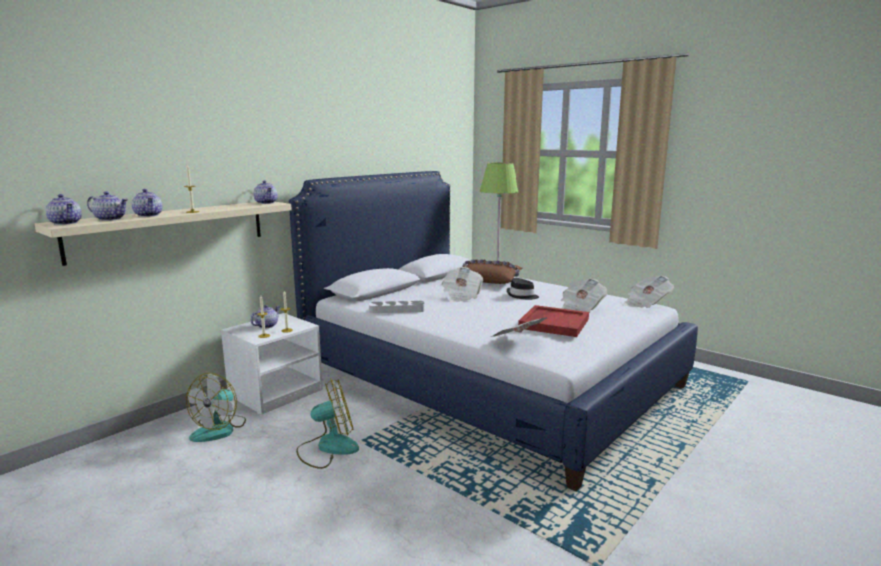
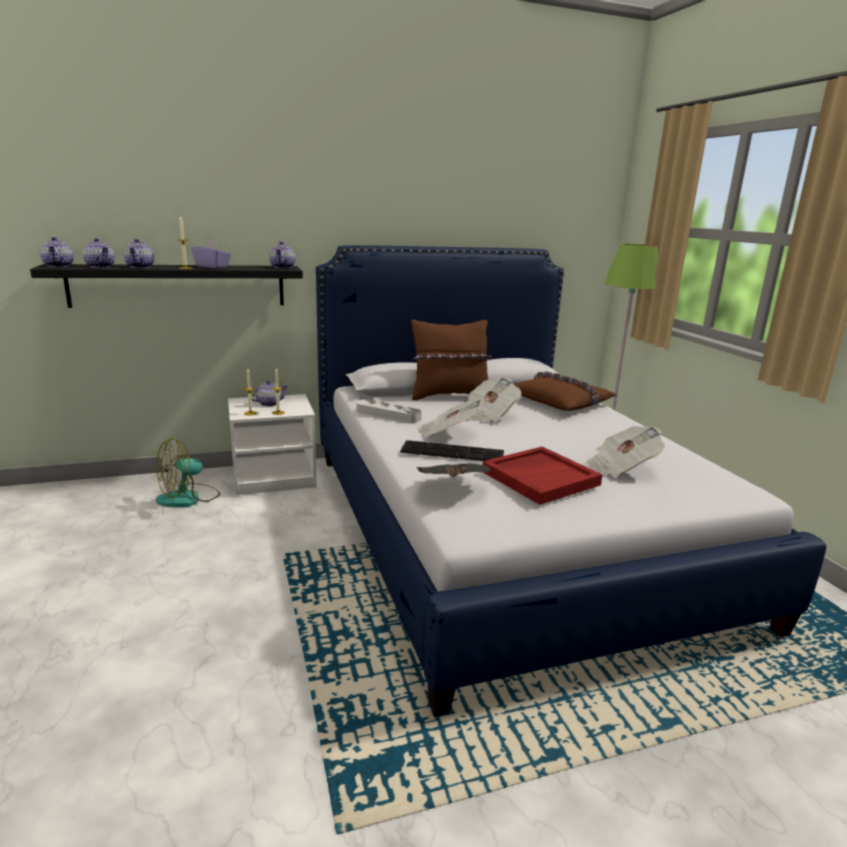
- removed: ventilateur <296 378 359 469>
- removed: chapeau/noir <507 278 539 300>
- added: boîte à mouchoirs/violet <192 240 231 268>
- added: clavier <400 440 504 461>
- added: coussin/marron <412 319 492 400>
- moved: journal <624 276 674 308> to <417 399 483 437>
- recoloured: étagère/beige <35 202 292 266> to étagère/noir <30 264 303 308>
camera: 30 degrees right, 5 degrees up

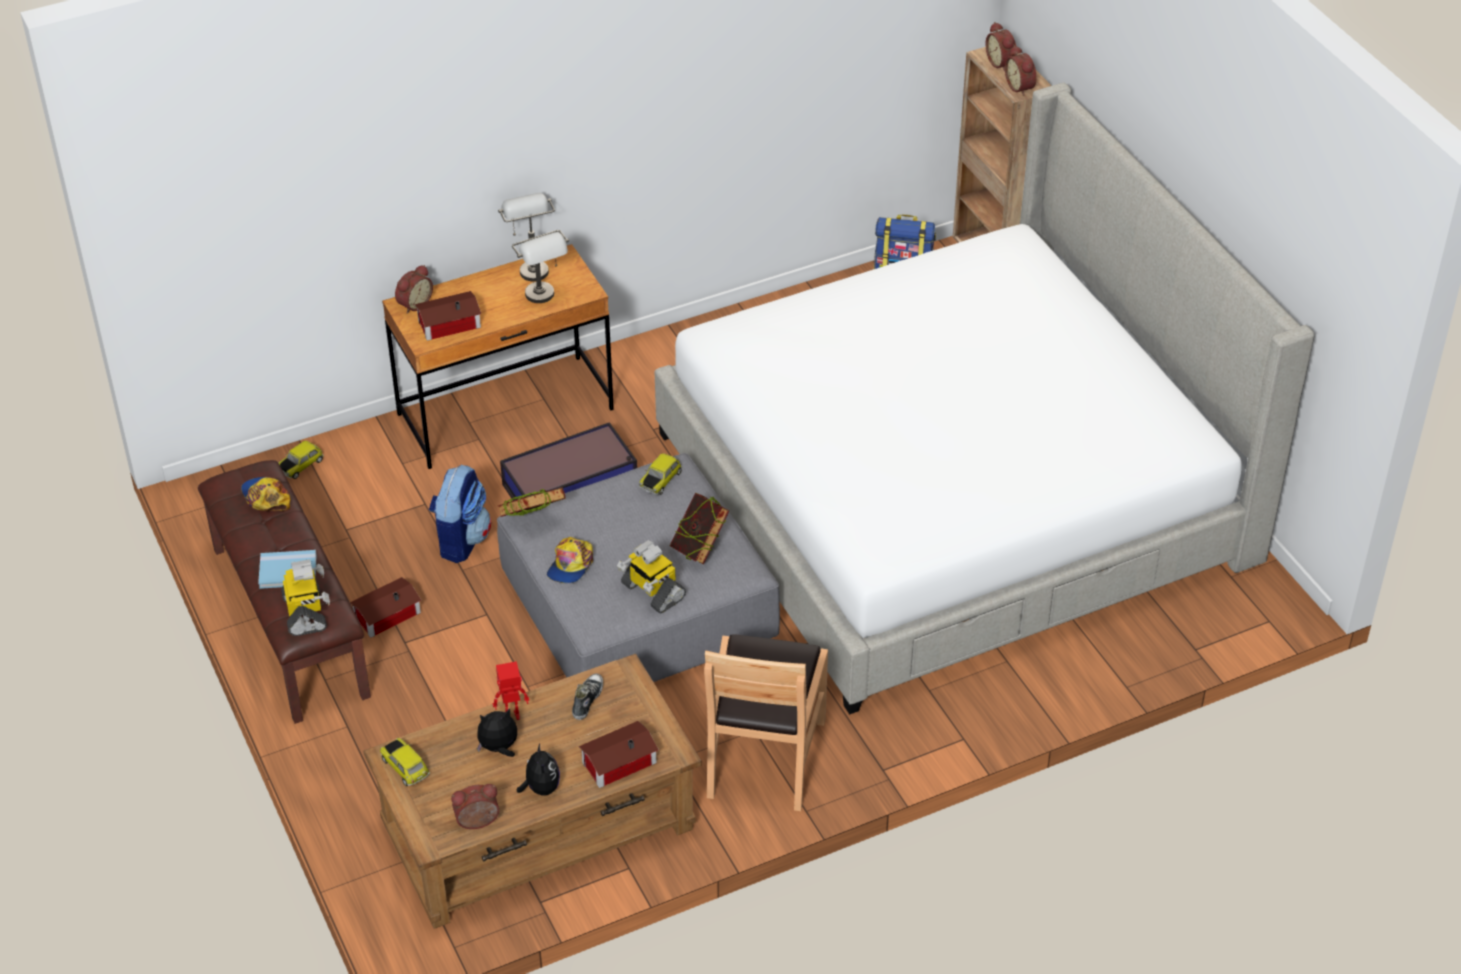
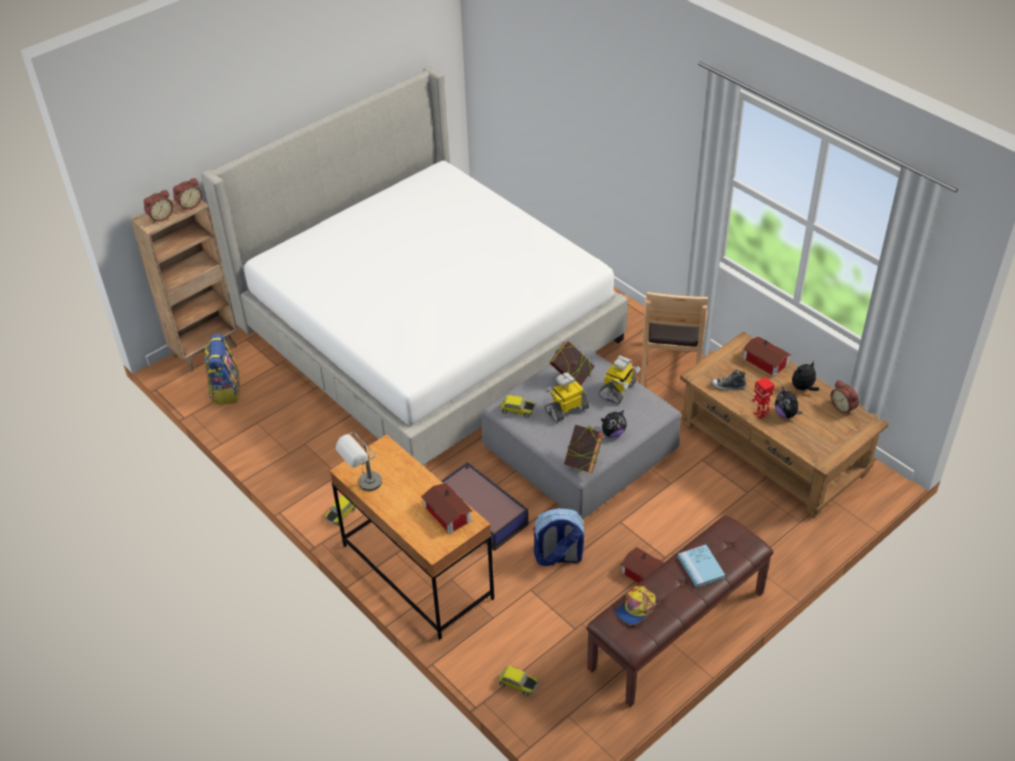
- removed: réveil <395 265 433 314>
- removed: lampe de table/gris <512 230 569 303>
- moved: robot jouet <281 559 330 636> to <544 372 589 422>
- moved: petite voiture <380 738 430 786> to <325 496 356 526>
- replaced: casquette <547 537 593 583> to peluche <601 410 627 438>
- turned: chaise/marron <704 634 828 811> = <641 292 708 387> 105 degrees clockwise
camera: 105 degrees left, 0 degrees up

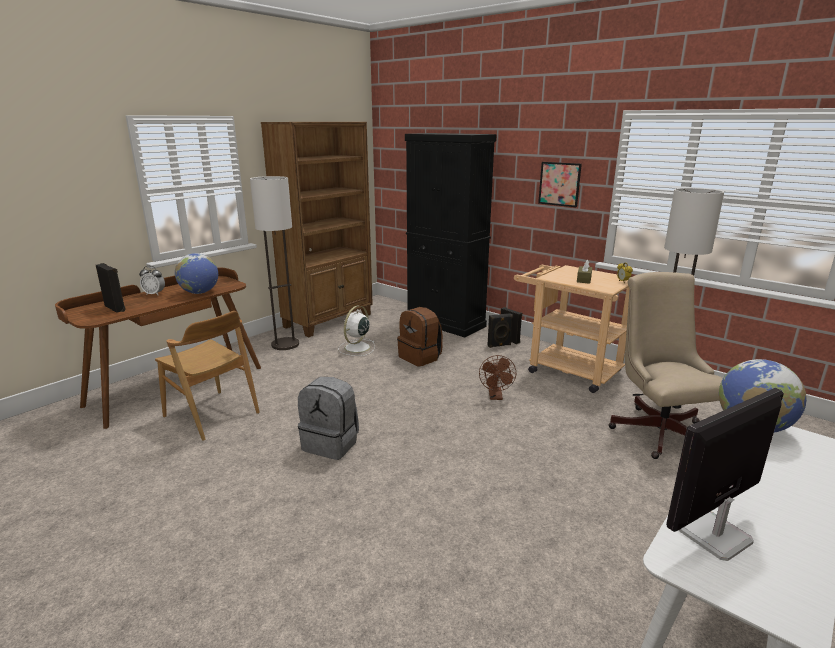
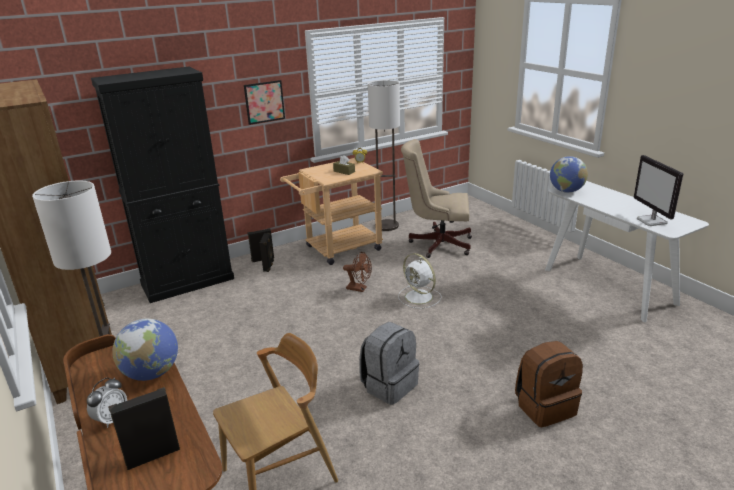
- moved: ventilateur/blanc <338 306 375 356> to <398 253 442 309>
- moved: sac à dos/marron <397 307 443 367> to <515 341 583 428>
camera: 70 degrees left, 5 degrees up

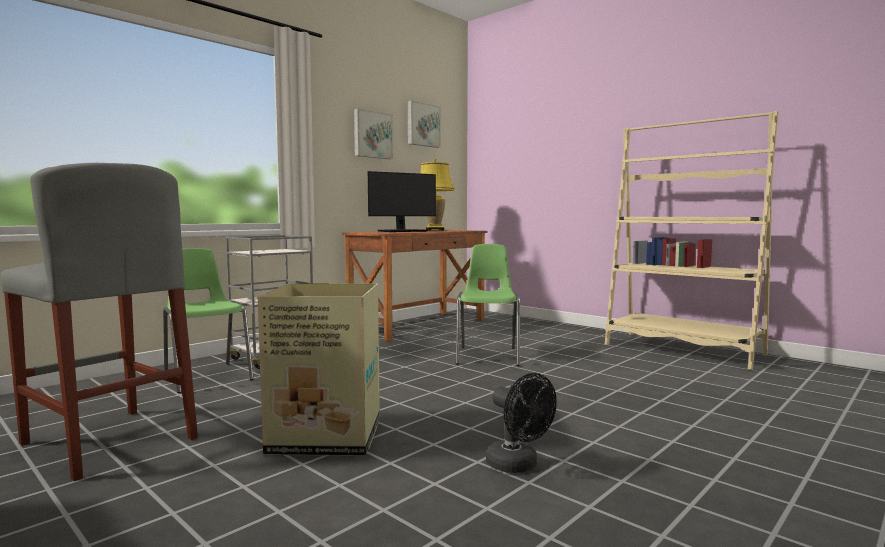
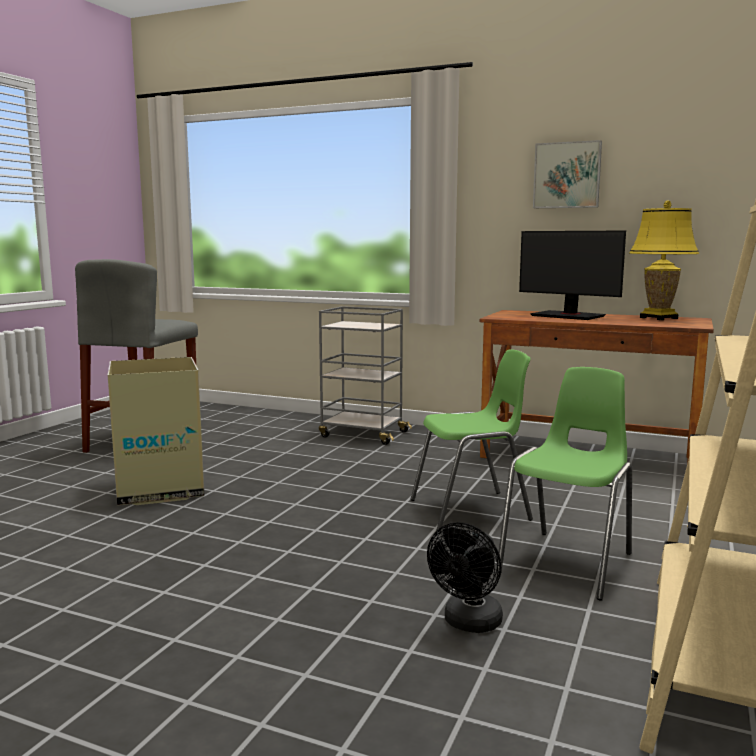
- removed: tableau <408 101 441 148>
- moved: chaise/vert <163 248 254 393> to <496 367 632 601>
- moved: ventilateur/noir <486 373 557 473> to <427 522 503 633>
camera: 70 degrees right, 5 degrees up

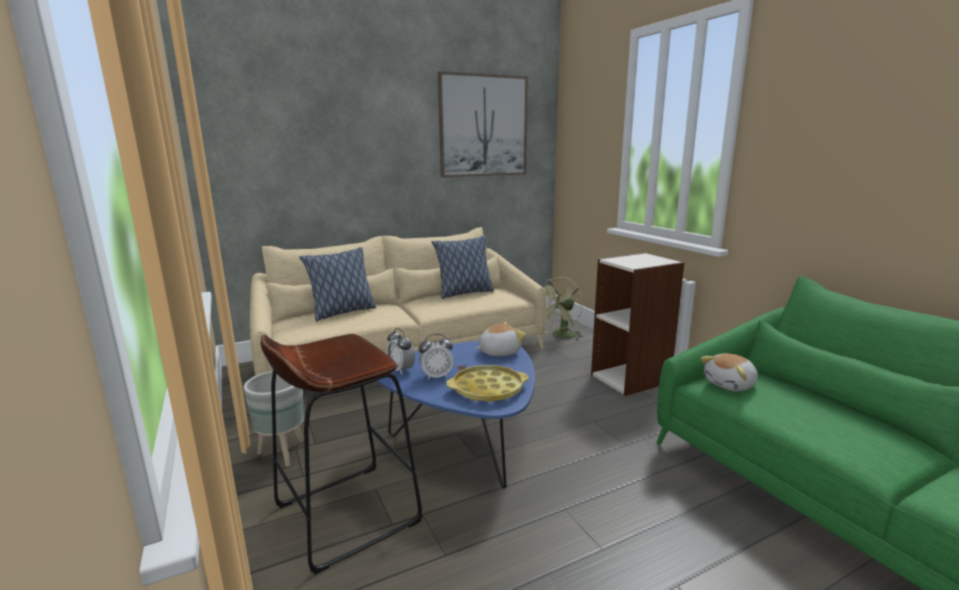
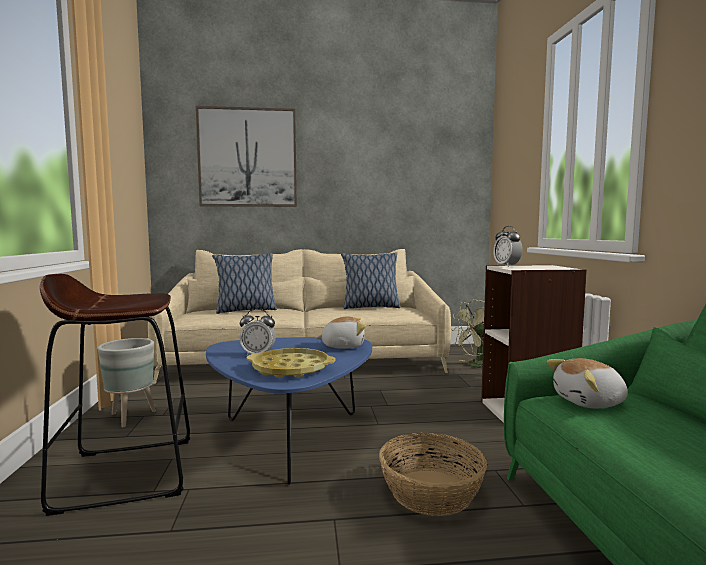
- added: panier <379 432 487 516>
- moved: réveil <387 328 415 375> to <493 226 522 267>
- moved: tableau <438 71 528 177> to <196 106 297 207>
camera: 20 degrees right, 10 degrees down

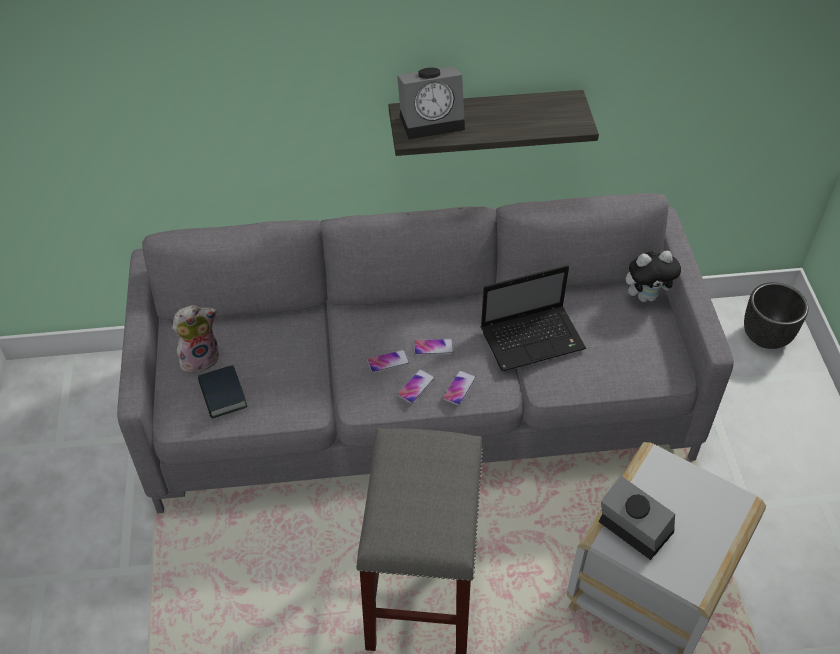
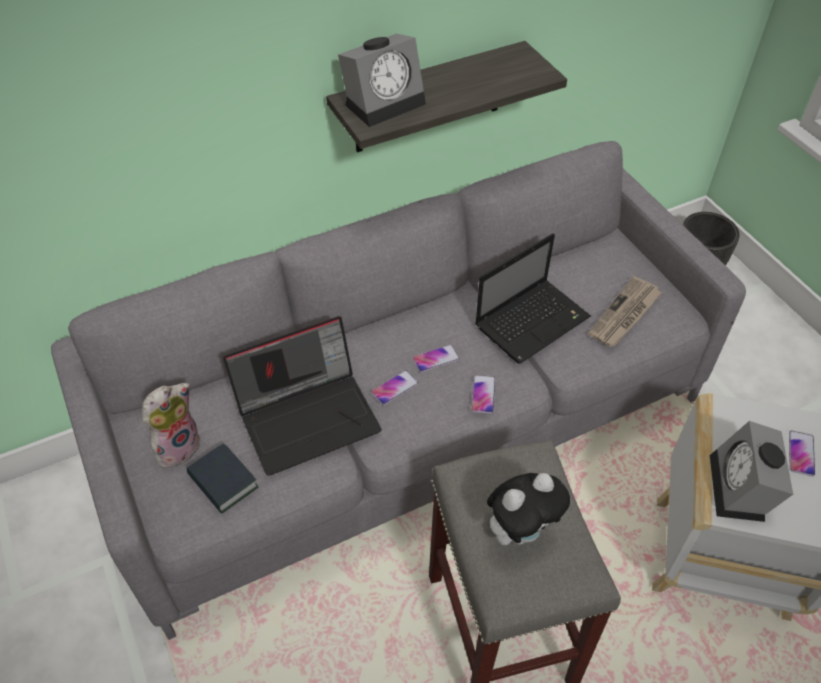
- added: ordinateur portable <223 316 381 476>
- added: journal <588 276 663 347>
- moved: téléphone <397 369 435 404> to <789 430 815 476>
- moved: peluche <626 251 681 302> to <487 473 570 545>
- turned: réveil <599 476 675 560> = <710 421 793 522> 105 degrees counterclockwise
camera: 20 degrees left, 0 degrees up

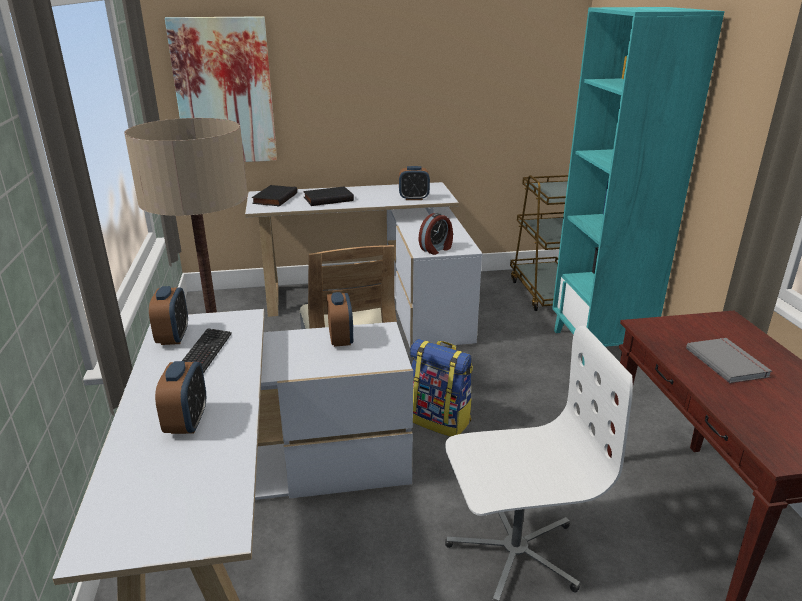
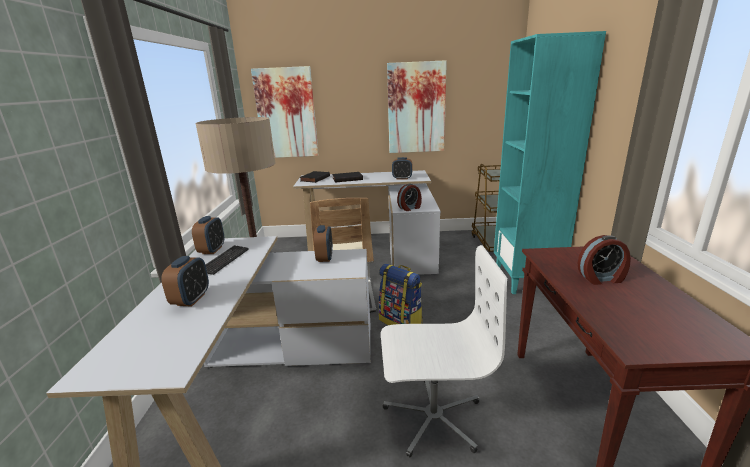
- added: tableau <387 60 447 153>
- replaced: livre/gris <686 338 772 383> to réveil <578 235 631 285>
camera: 10 degrees right, 5 degrees down

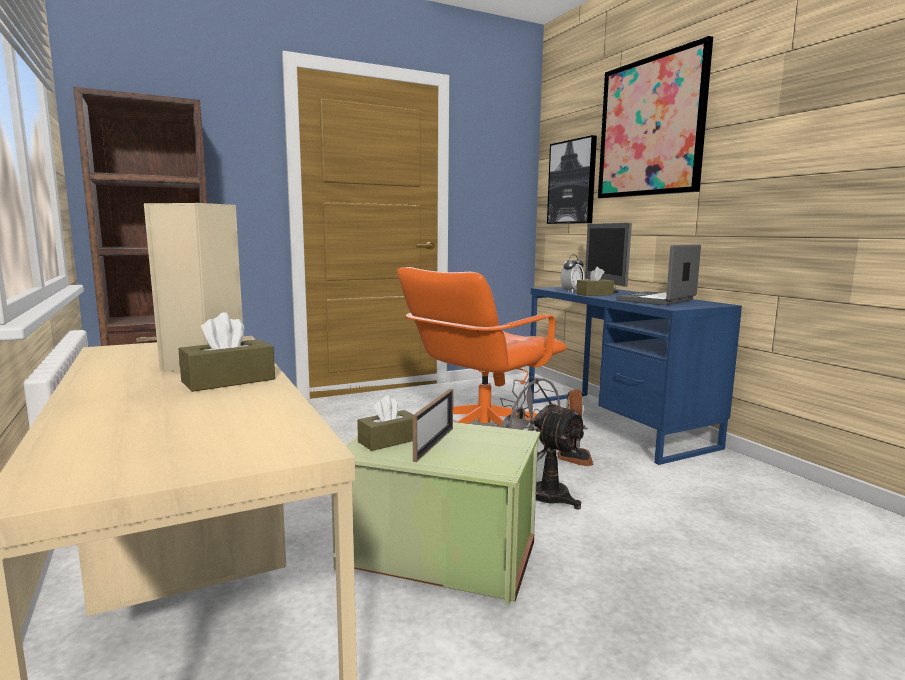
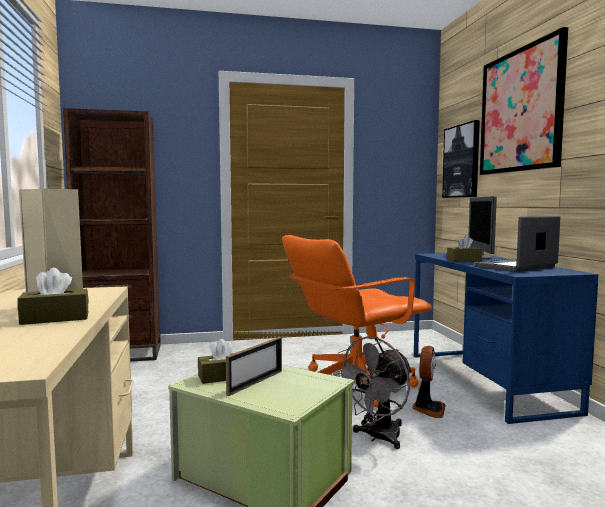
- removed: réveil <561 254 584 293>
- turned: ventilateur/gris <493 377 588 509> = <333 336 413 449> 105 degrees counterclockwise
camera: 15 degrees right, 5 degrees down

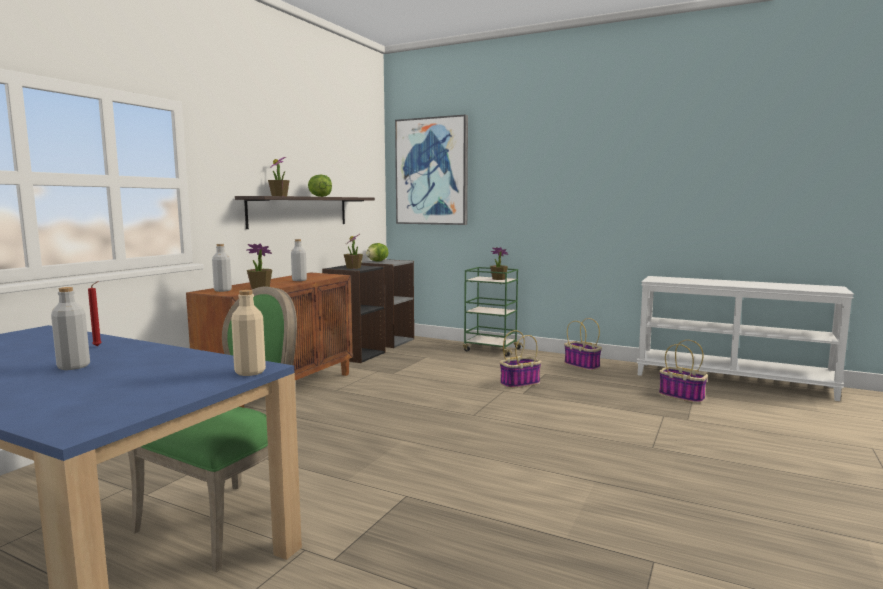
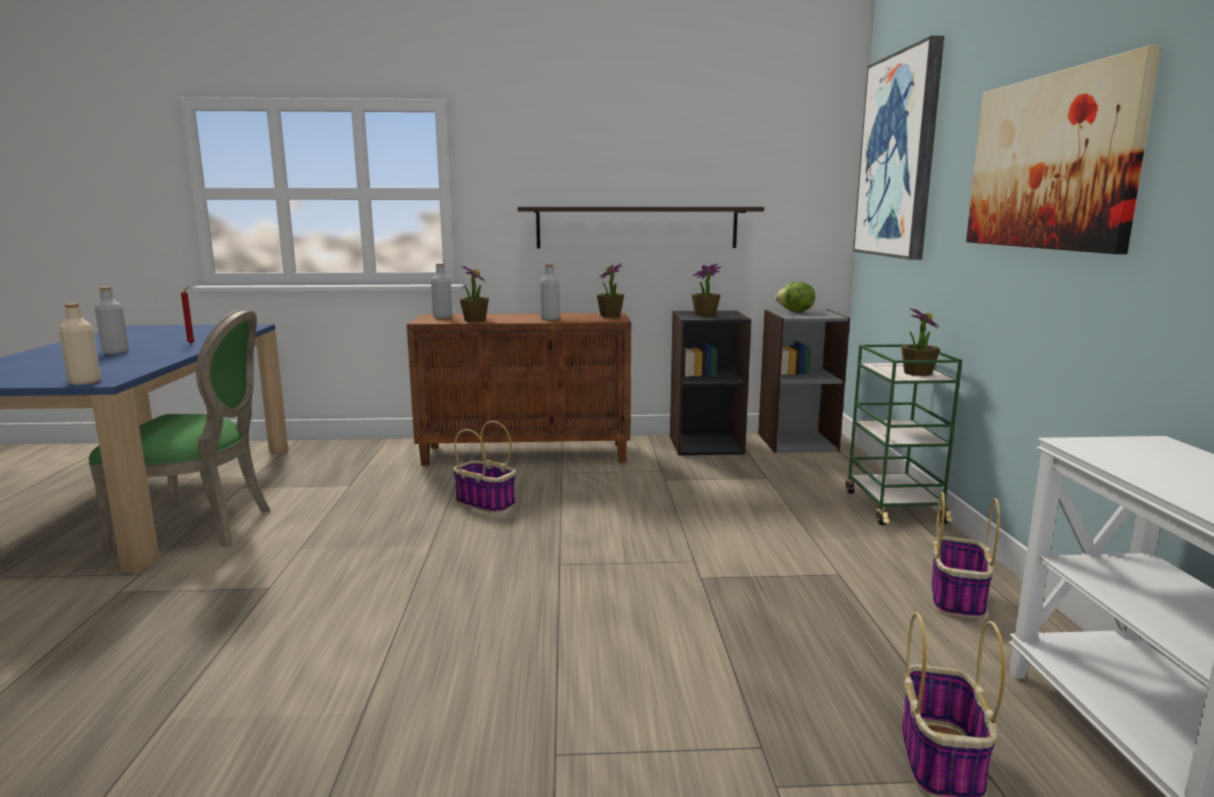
- removed: laitue <308 175 332 197>
- added: tableau <966 45 1162 254>
- moved: plante en pot <268 157 289 196> to <597 263 624 317>
- moved: panier <500 330 541 389> to <453 421 516 514>
camera: 60 degrees right, 5 degrees up

